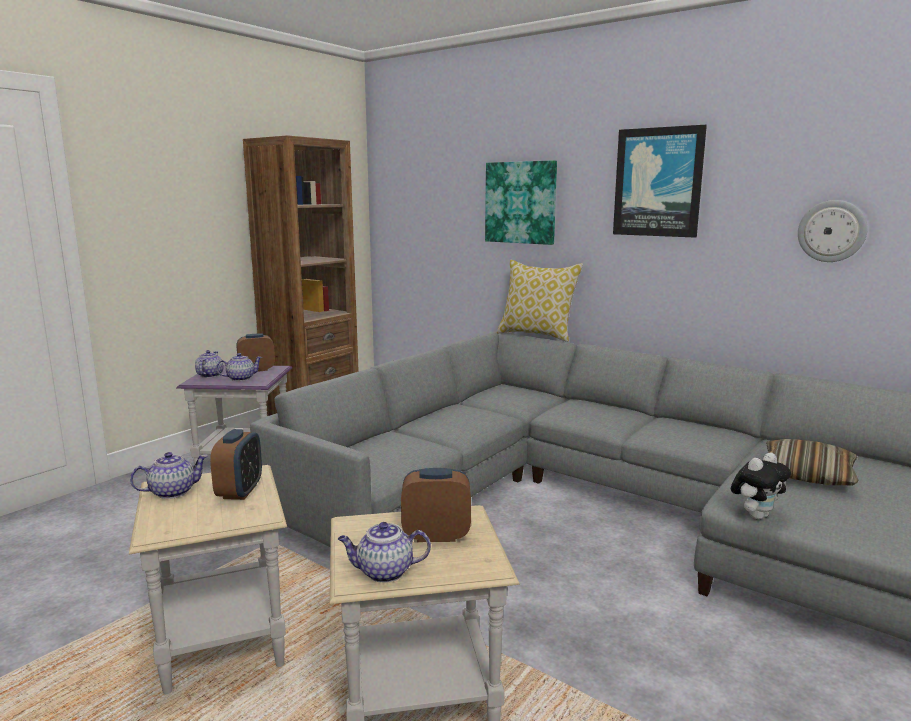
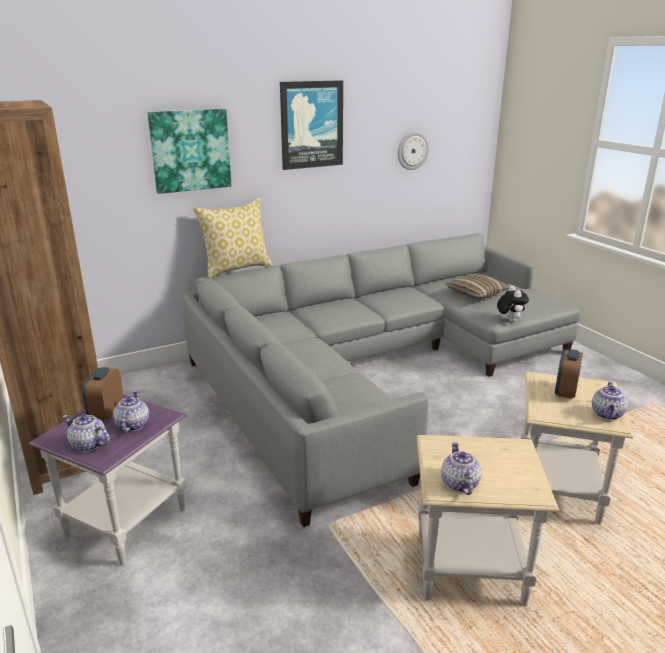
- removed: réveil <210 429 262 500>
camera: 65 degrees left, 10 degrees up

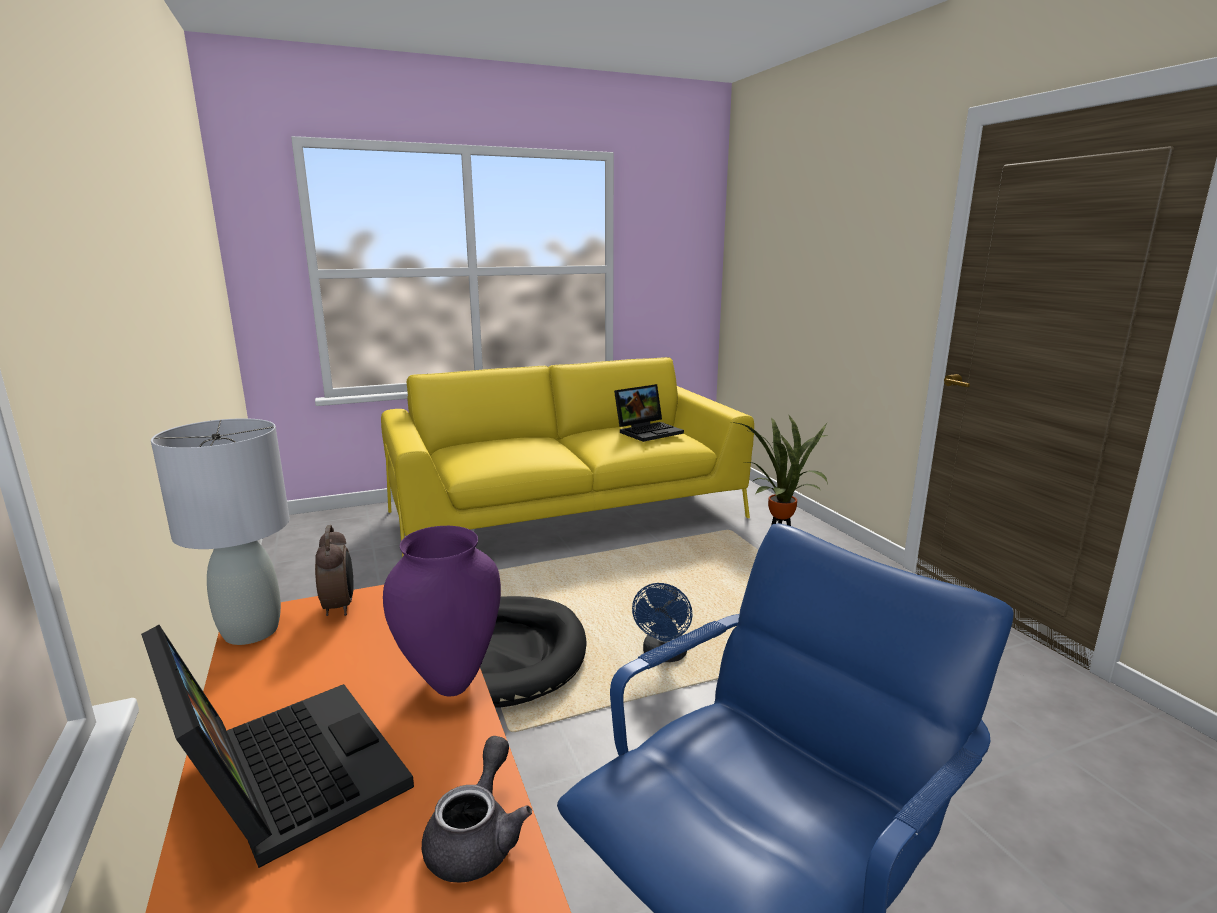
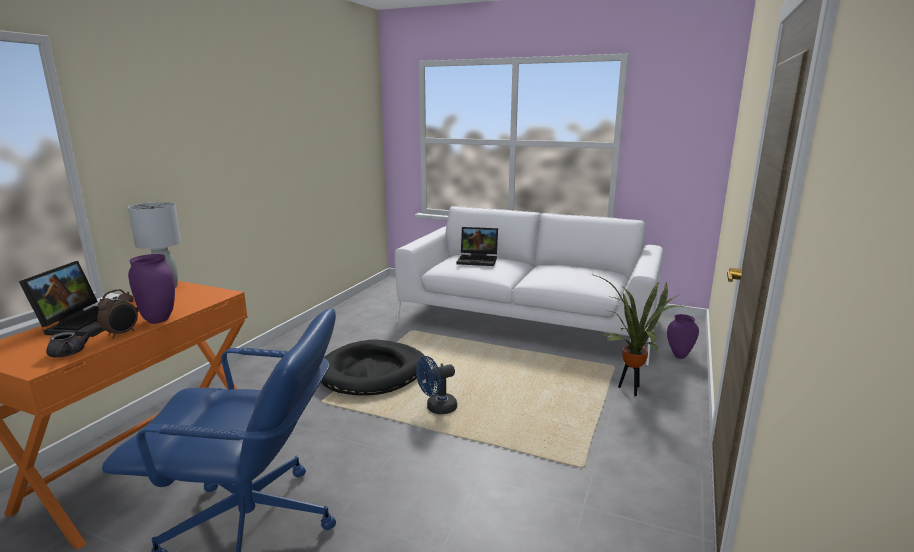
- added: vase/violet <667 314 699 359>
- moved: réveil <315 525 354 616> to <97 289 138 338>
- moved: ordinateur portable <614 384 684 442> to <456 227 498 266>
- recoloured: canapé/jaune <381 357 754 557> to canapé/blanc <395 206 663 365>
camera: 45 degrees right, 0 degrees up

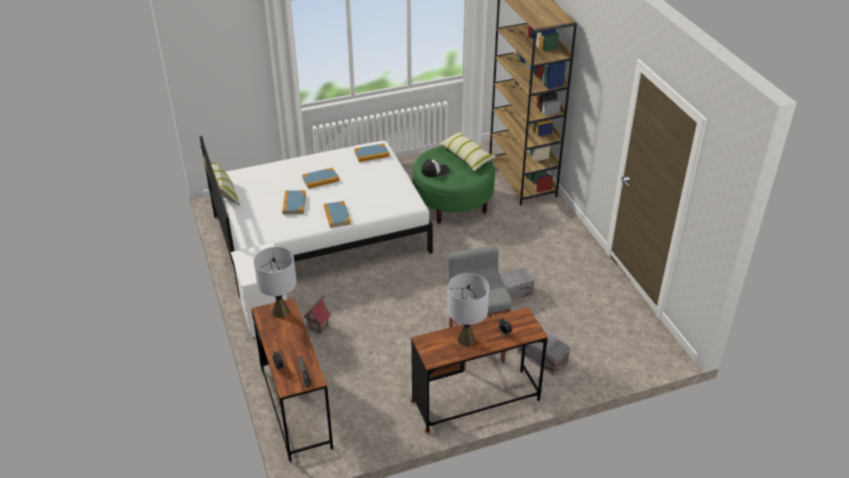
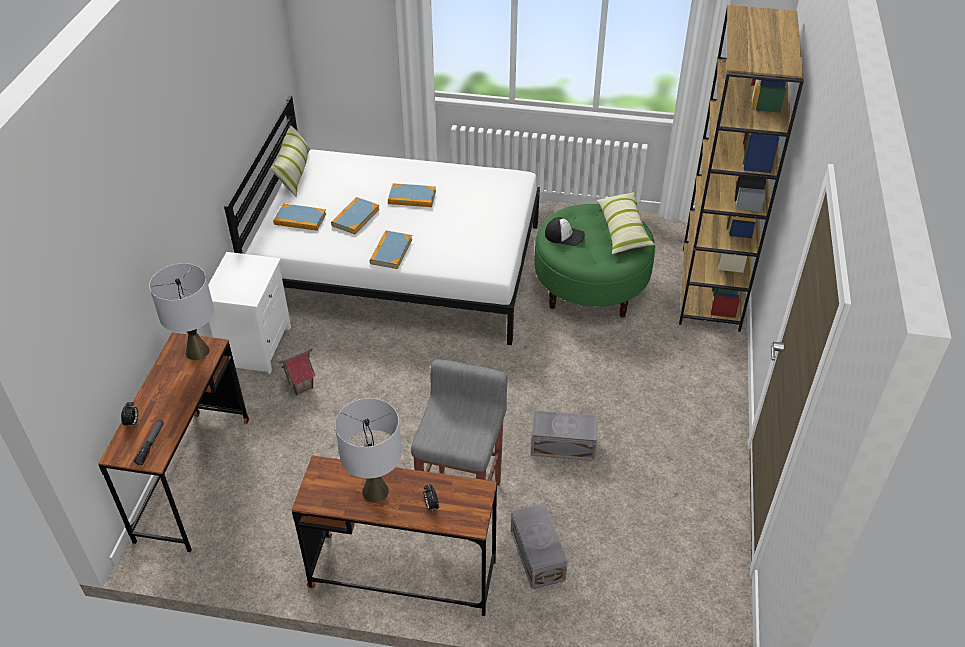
- moved: livre <354 144 390 162> to <273 204 326 231>
camera: 30 degrees right, 5 degrees up

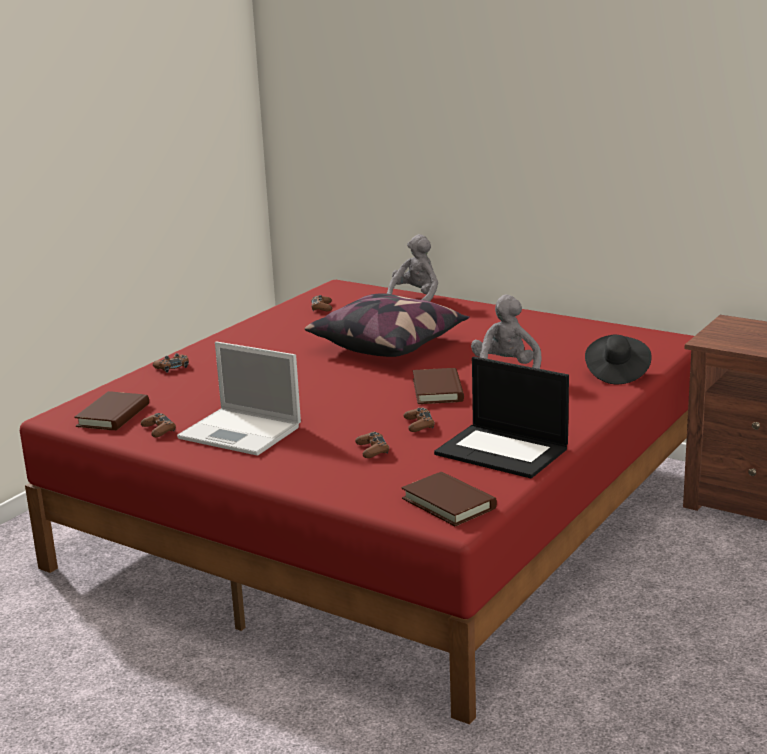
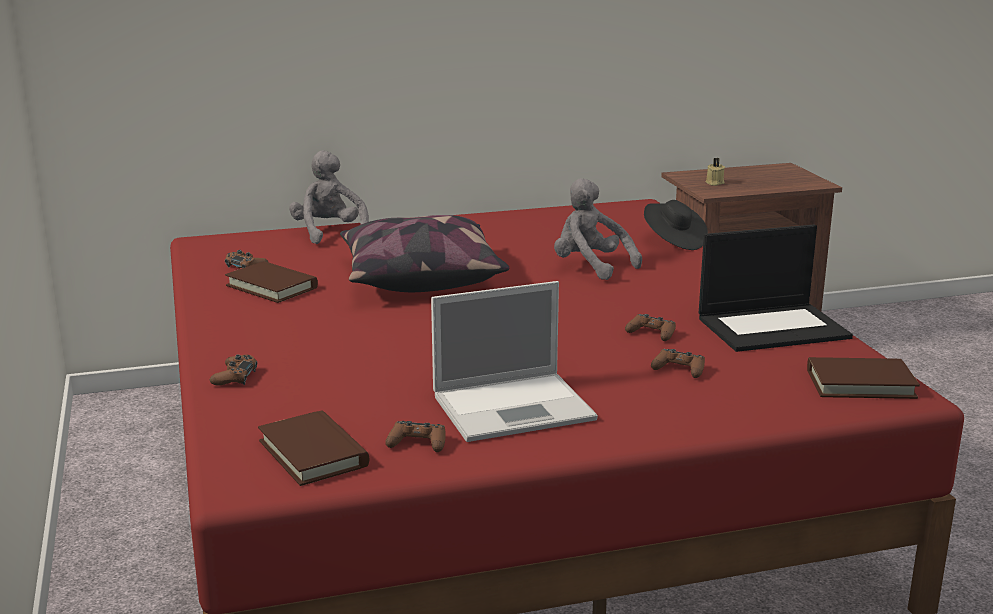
- added: bougie/beige <705 158 725 186>
- moved: livre/marron <413 368 464 404> to <225 261 318 303>
camera: 50 degrees left, 0 degrees up

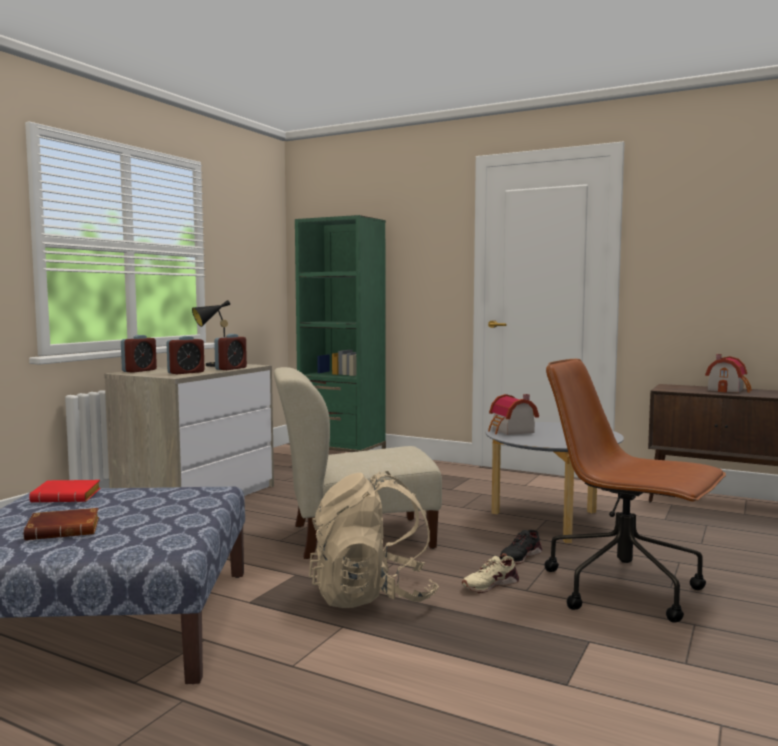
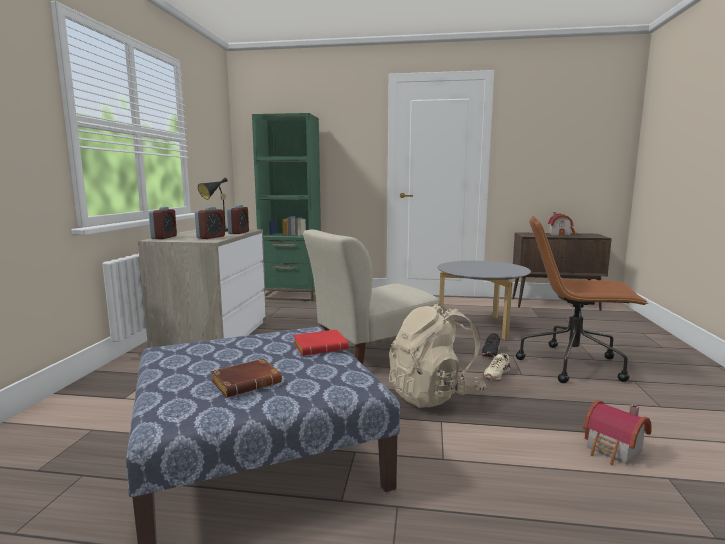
- moved: livre/rouge <29 480 101 503> to <293 330 348 356>
- moved: maison miniature <488 394 539 435> to <583 400 651 465>
camera: 20 degrees left, 5 degrees up

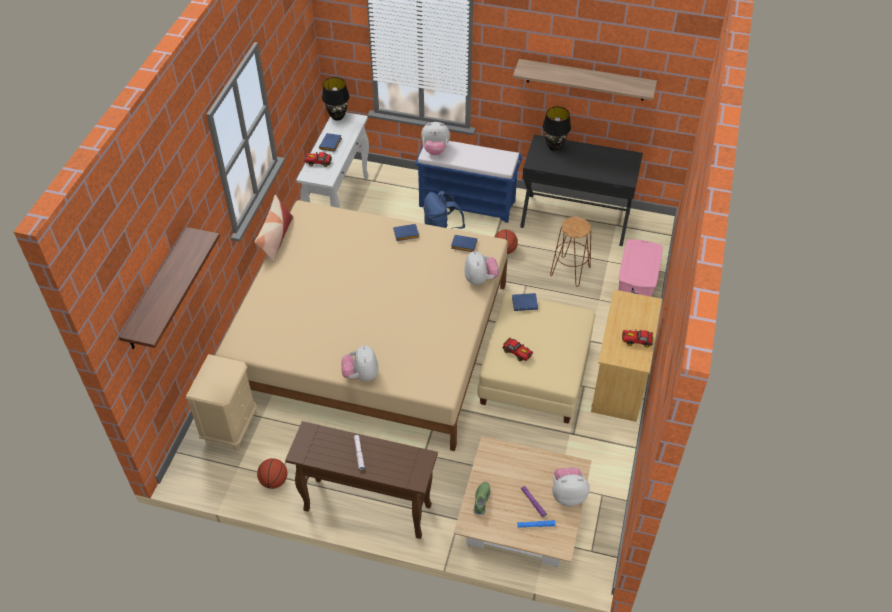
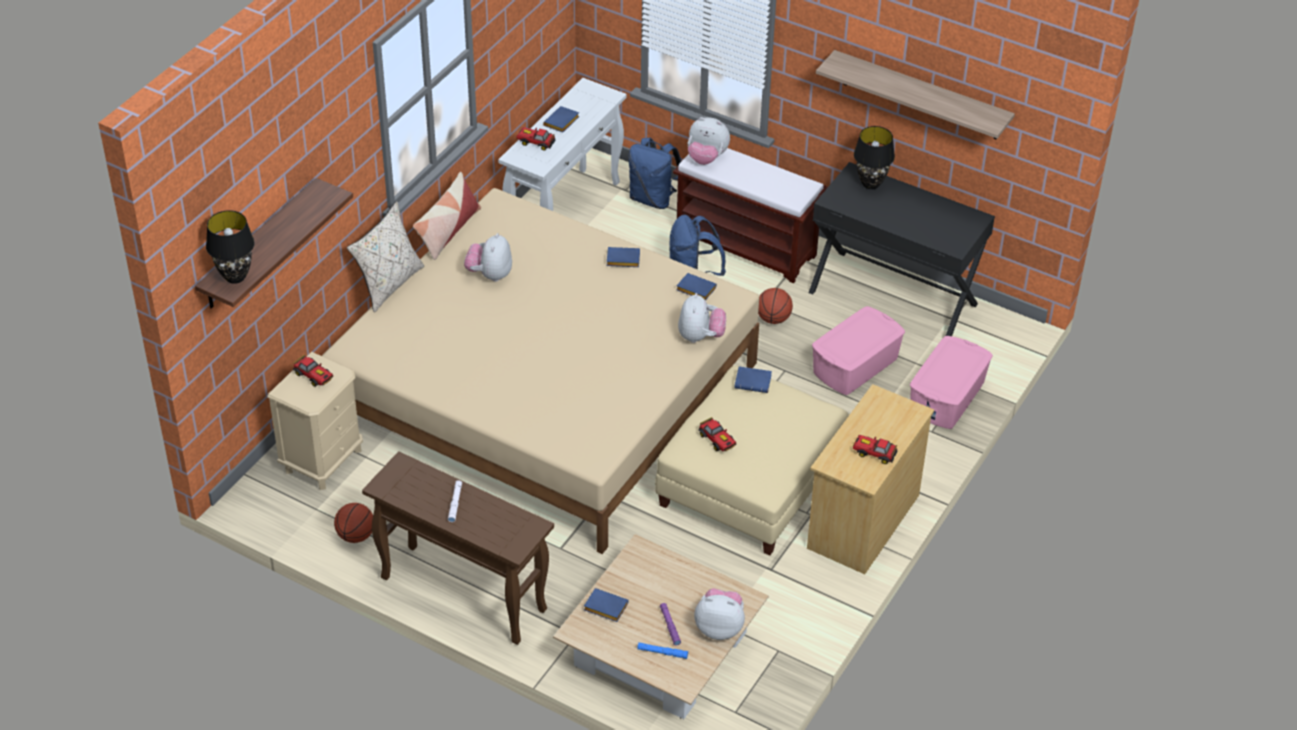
- added: petite voiture <293 355 333 387>
- added: coussin/beige <347 201 424 312>
- added: sac à dos/bleu <629 138 681 209>
- moved: lampe de table/noir <322 77 349 121> to <206 210 255 284>
- moved: peluche <341 345 379 381> to <464 233 512 282>
- replaced: chaussure <474 482 491 515> to livre/bleu <584 588 629 622>
- replaced: tabouret/marron <550 217 591 287> to boîte de rangement/rose <812 306 905 395>
- recoloured: banc/bleu <415 141 522 223> to banc/marron <673 148 828 283>
camera: 15 degrees right, 5 degrees down

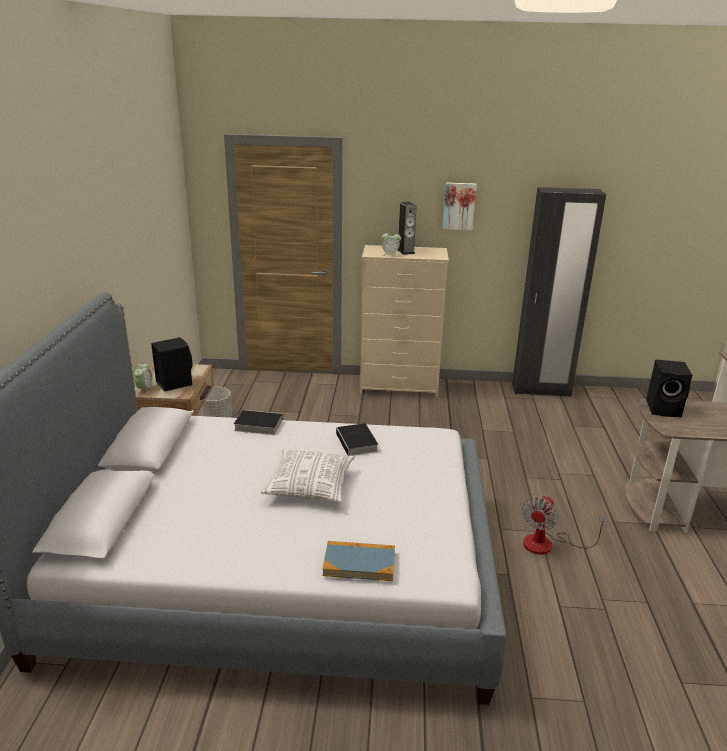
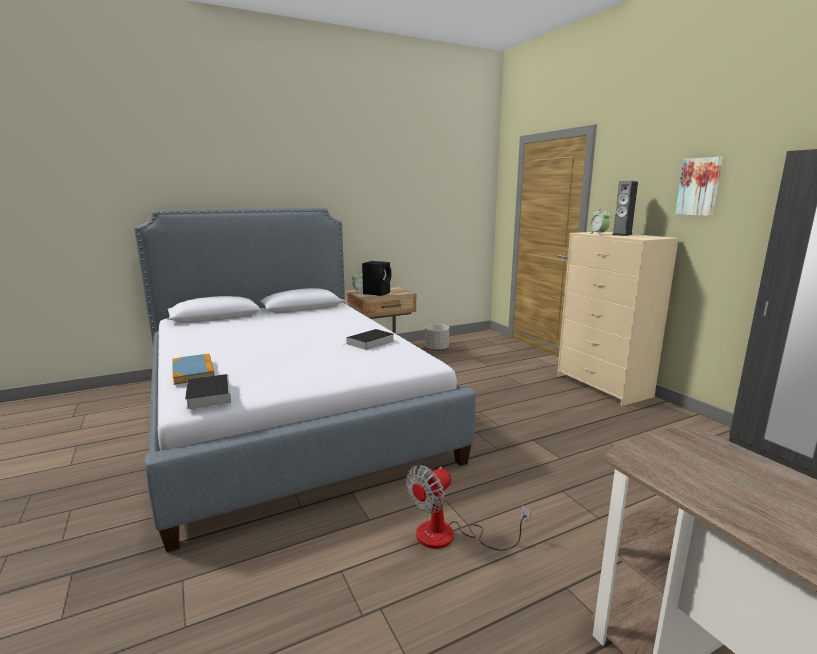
- removed: coussin <261 449 354 503>
- removed: enceinte/noir <646 359 692 417>
- moved: livre <234 410 283 435> to <185 374 231 409>
- turned: ventilateur <522 496 608 555> = <406 465 531 551> 45 degrees counterclockwise
camera: 60 degrees right, 10 degrees down

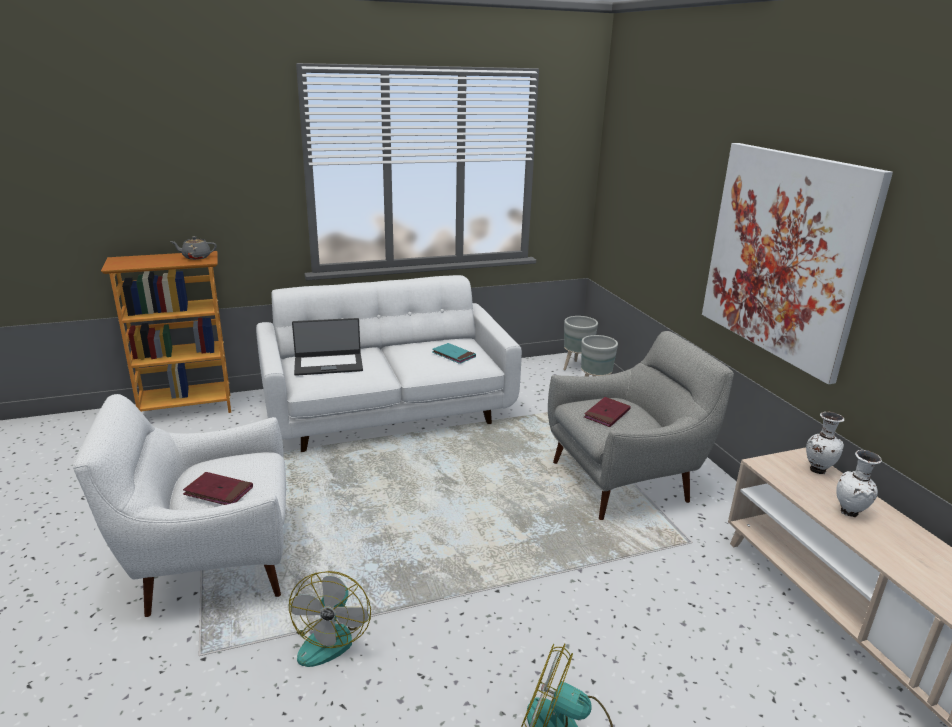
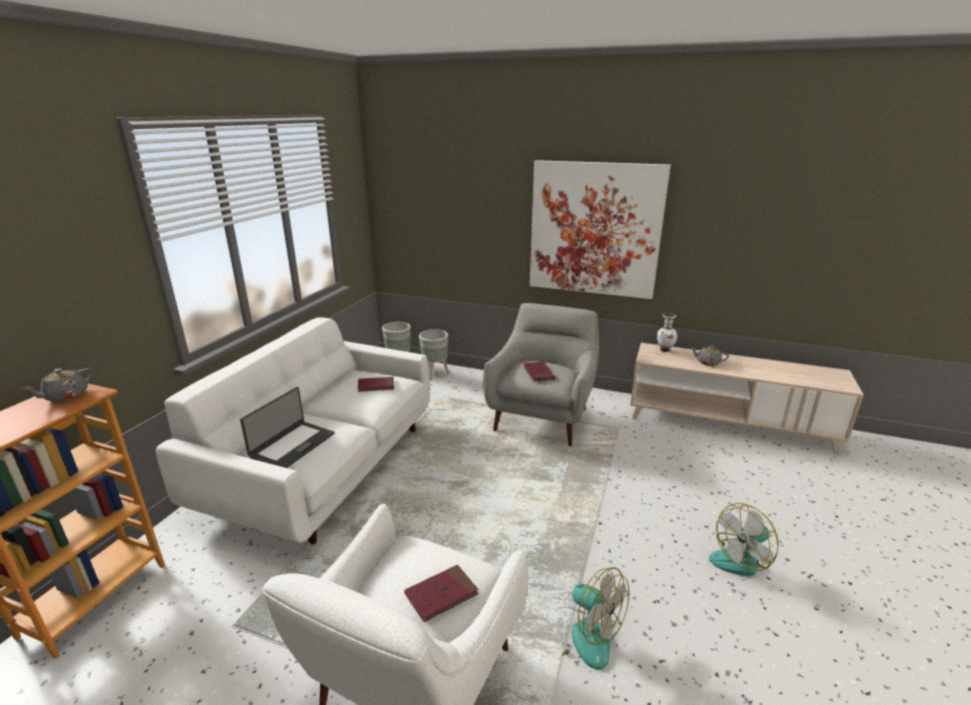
- replaced: vase/blanc <836 450 882 517> to théière/gris <690 346 729 366>
- recoloured: livre/turquoise <432 343 476 364> to livre/rouge <358 376 394 392>
camera: 50 degrees left, 0 degrees up

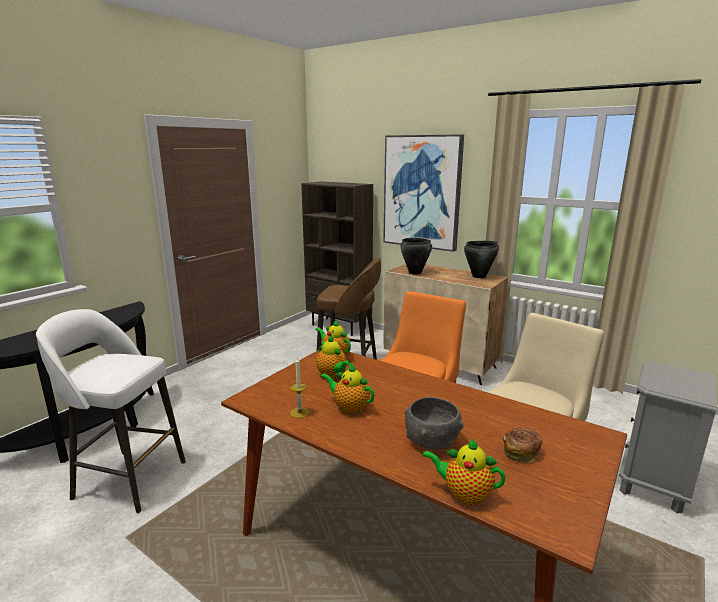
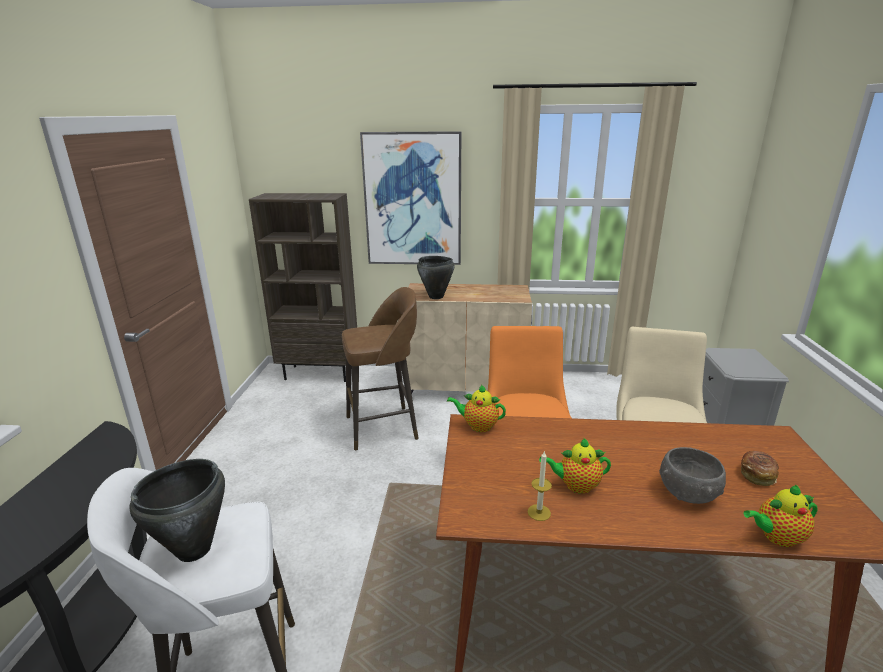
- removed: théière <316 336 352 379>
- moved: marmite/noir <464 241 499 278> to <129 459 225 562>
camera: 30 degrees left, 5 degrees up

